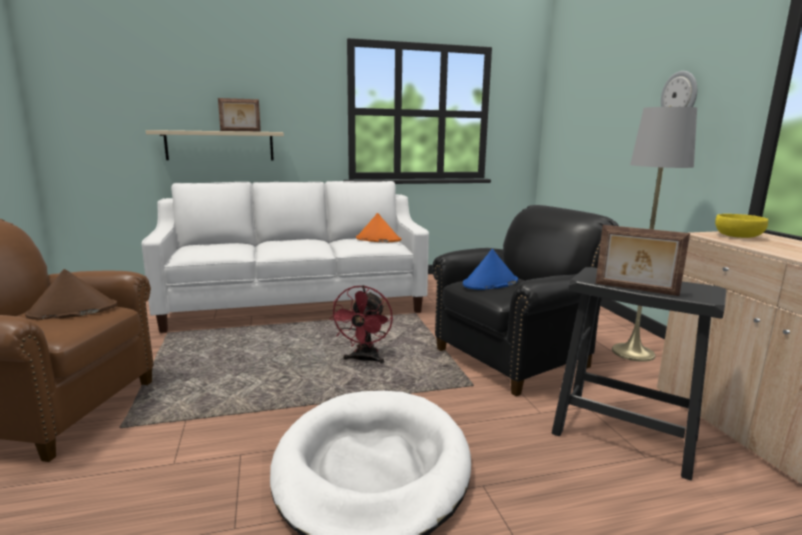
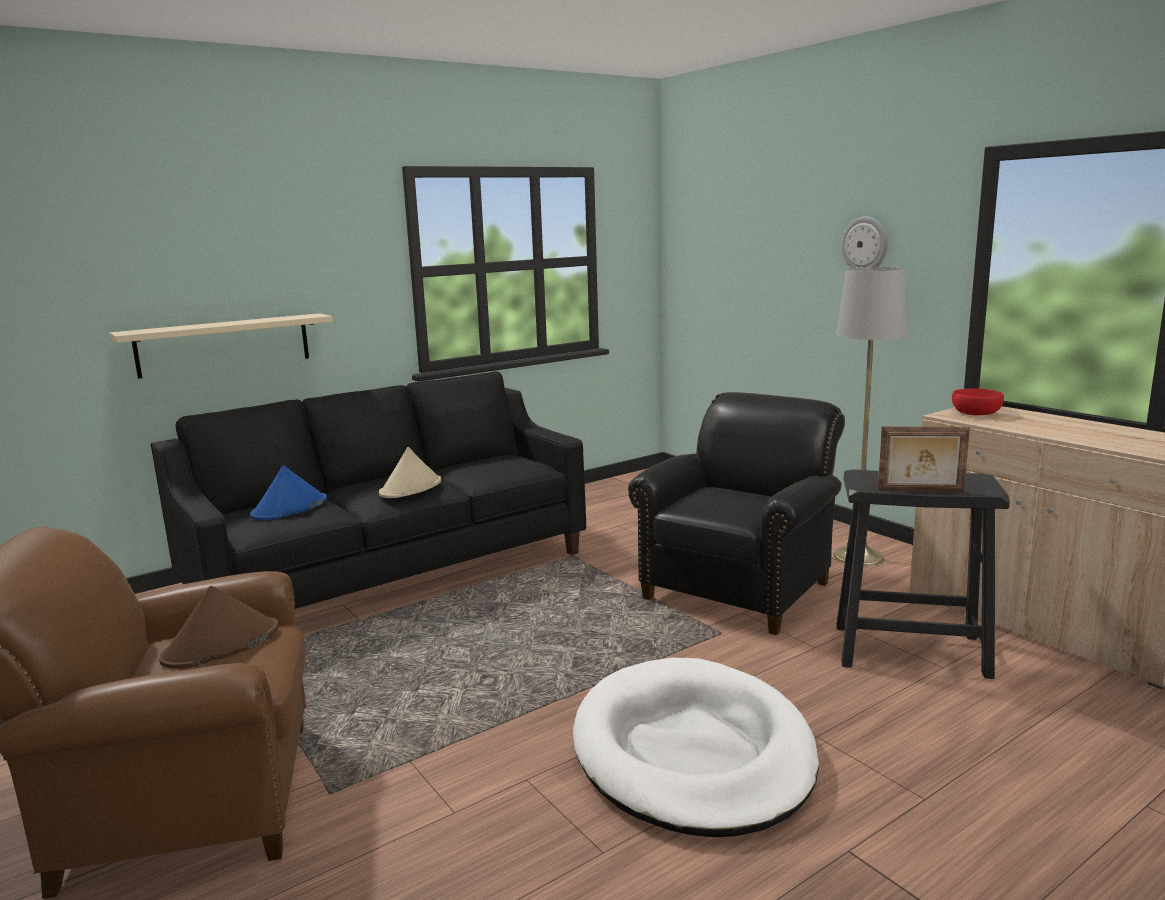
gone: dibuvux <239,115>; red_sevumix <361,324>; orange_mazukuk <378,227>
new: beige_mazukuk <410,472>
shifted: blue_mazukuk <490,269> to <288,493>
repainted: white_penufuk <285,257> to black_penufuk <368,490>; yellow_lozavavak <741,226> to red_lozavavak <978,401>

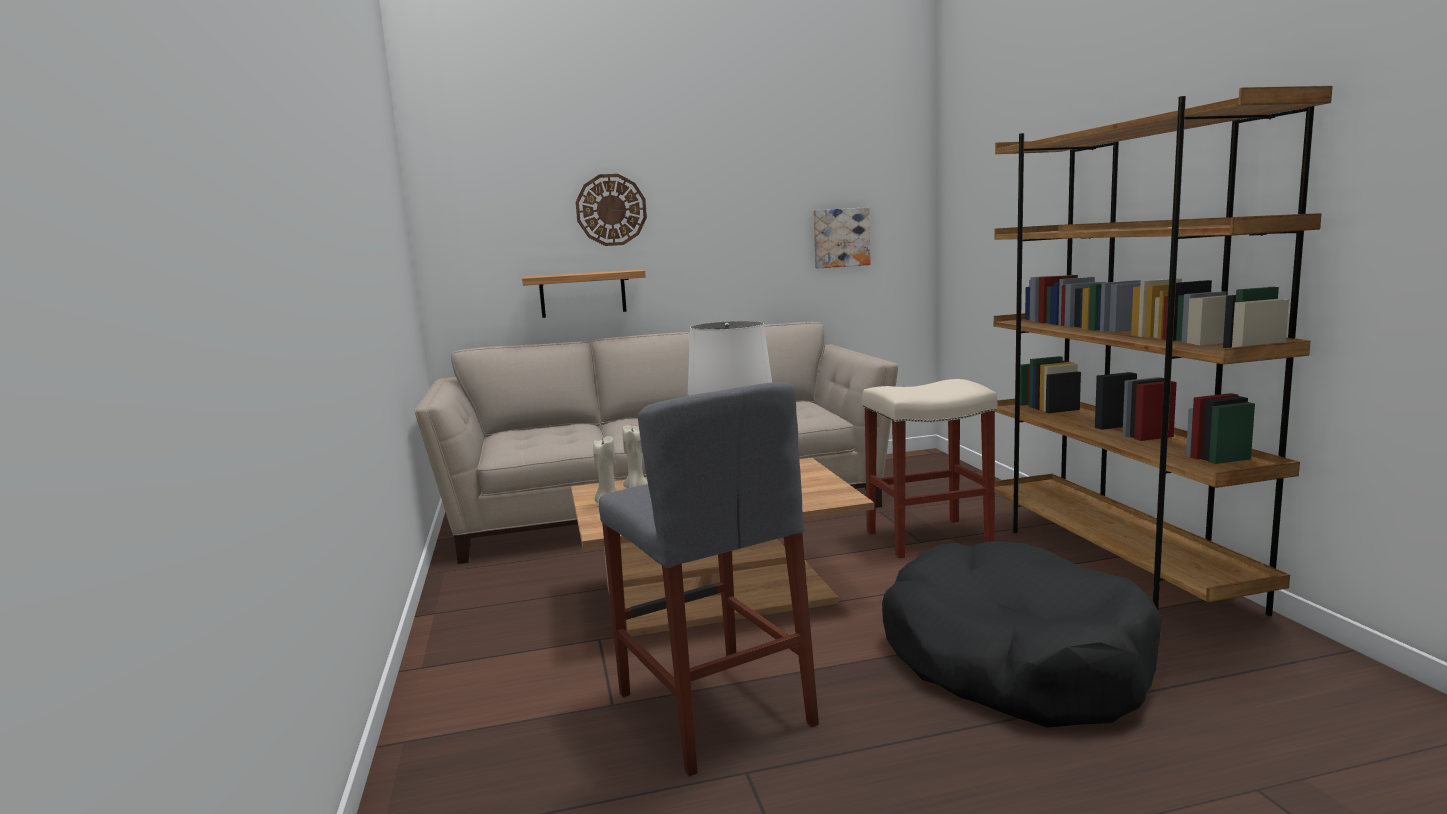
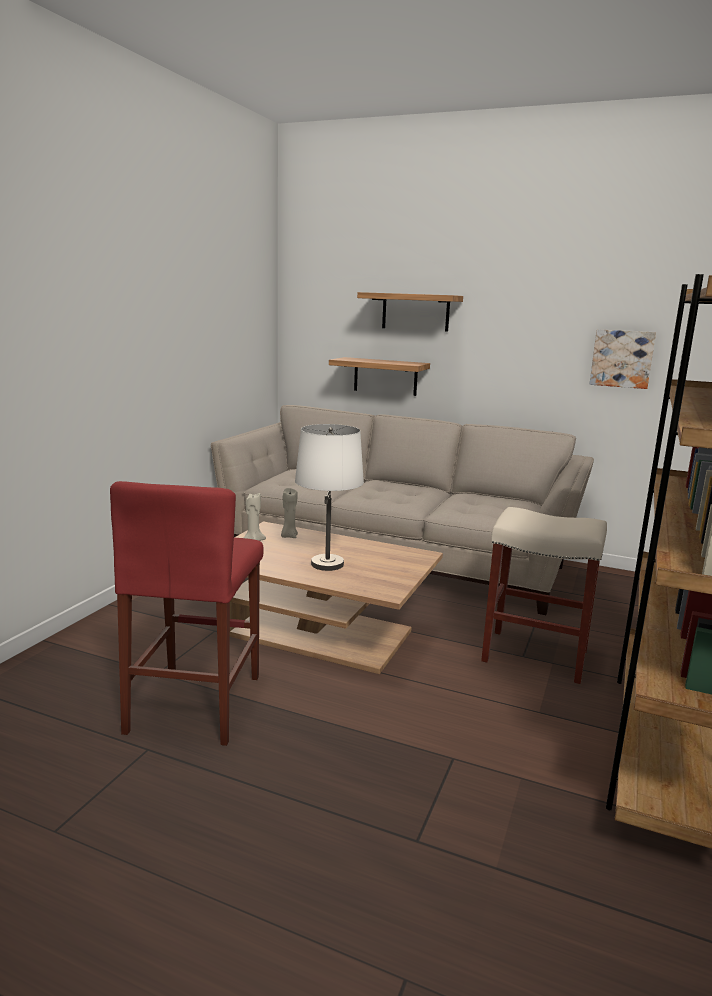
gone: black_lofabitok <1022,634>
swapped: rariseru <611,210> to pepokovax <410,312>
repainted: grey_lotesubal <709,579> to red_lotesubal <187,613>

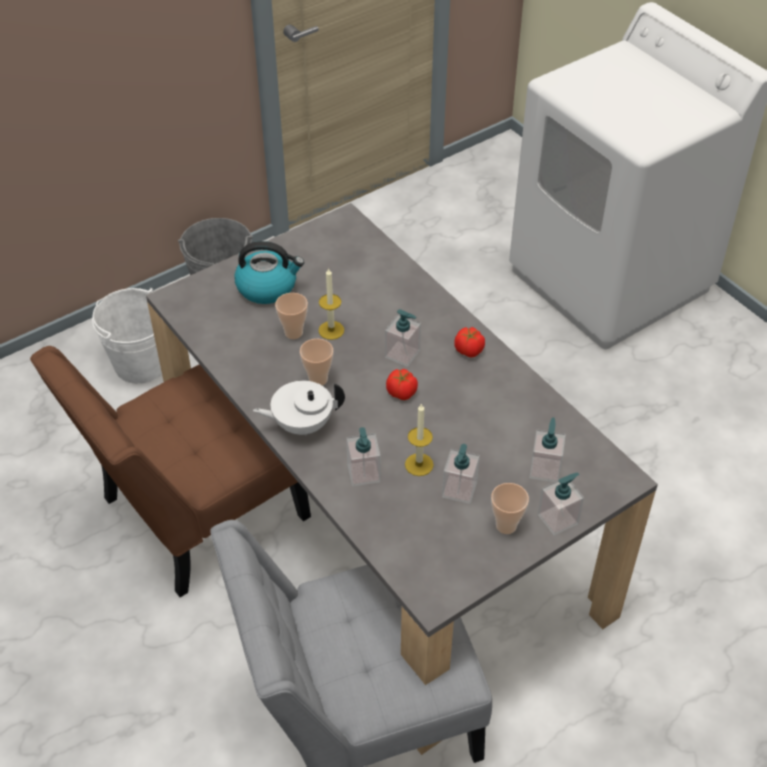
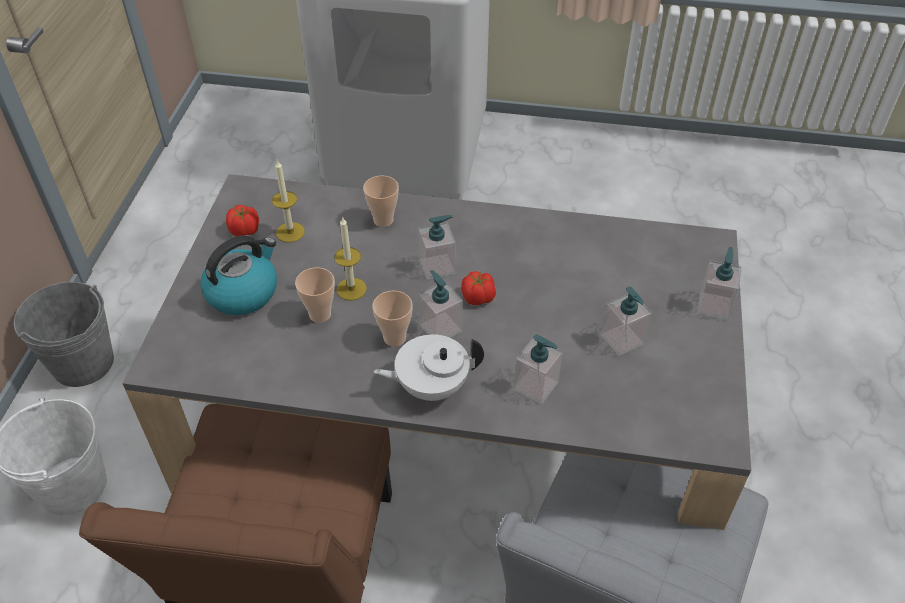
shifted: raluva <419,439> to <288,201>; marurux <469,342> to <242,220>; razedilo <510,508> to <381,201>; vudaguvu <547,449> to <440,304>
rotated: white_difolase <299,408> = <429,367> 45 degrees clockwise

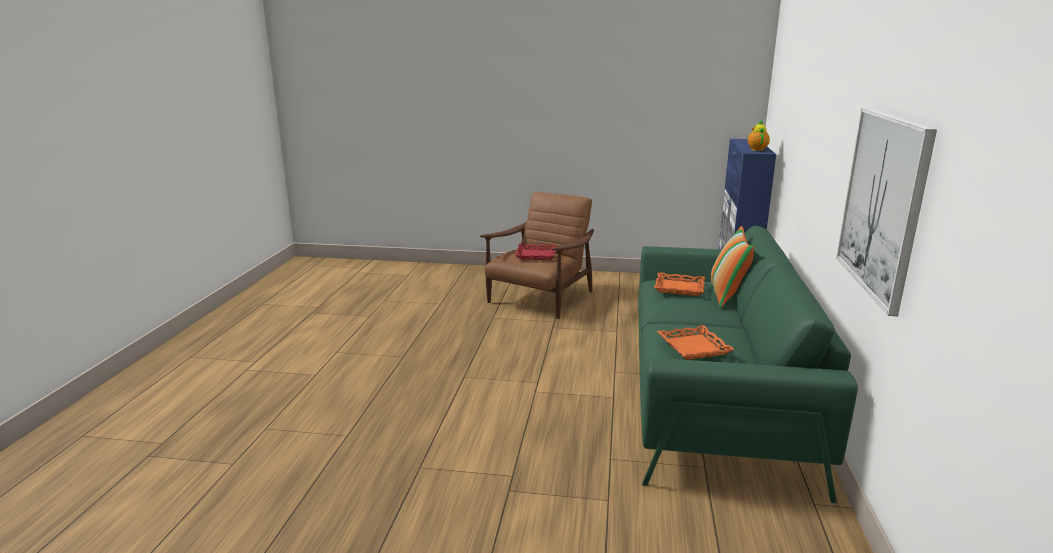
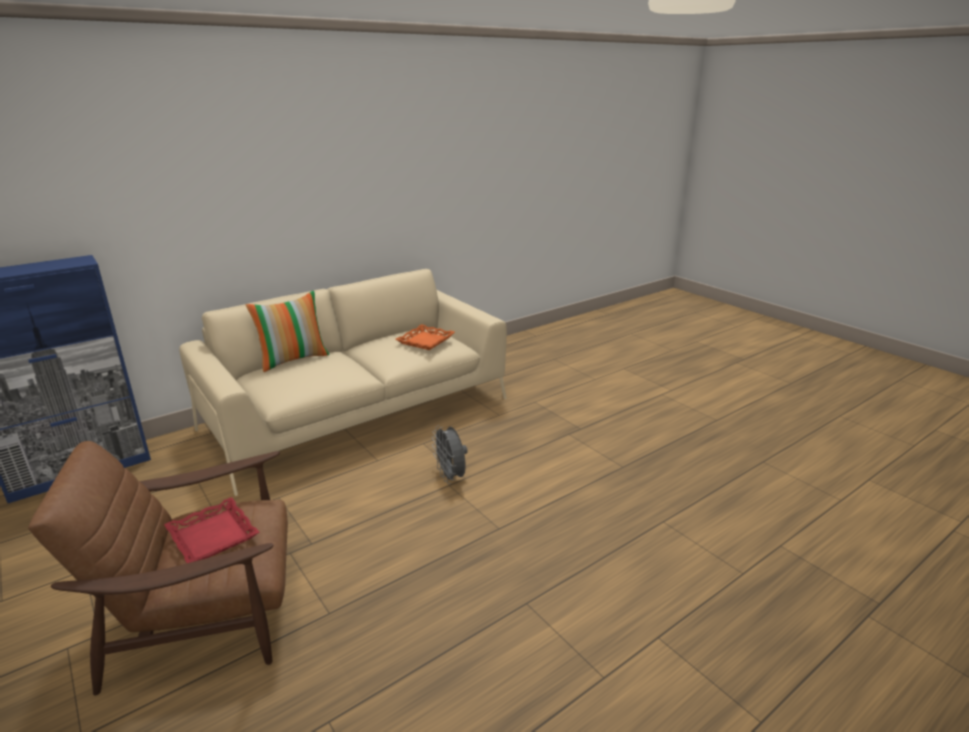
gone: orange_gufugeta <679,284>; difolase <759,135>; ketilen <886,212>
new: grey_sevumix <450,454>
repainted: green_penufuk <748,364> to beige_penufuk <343,382>

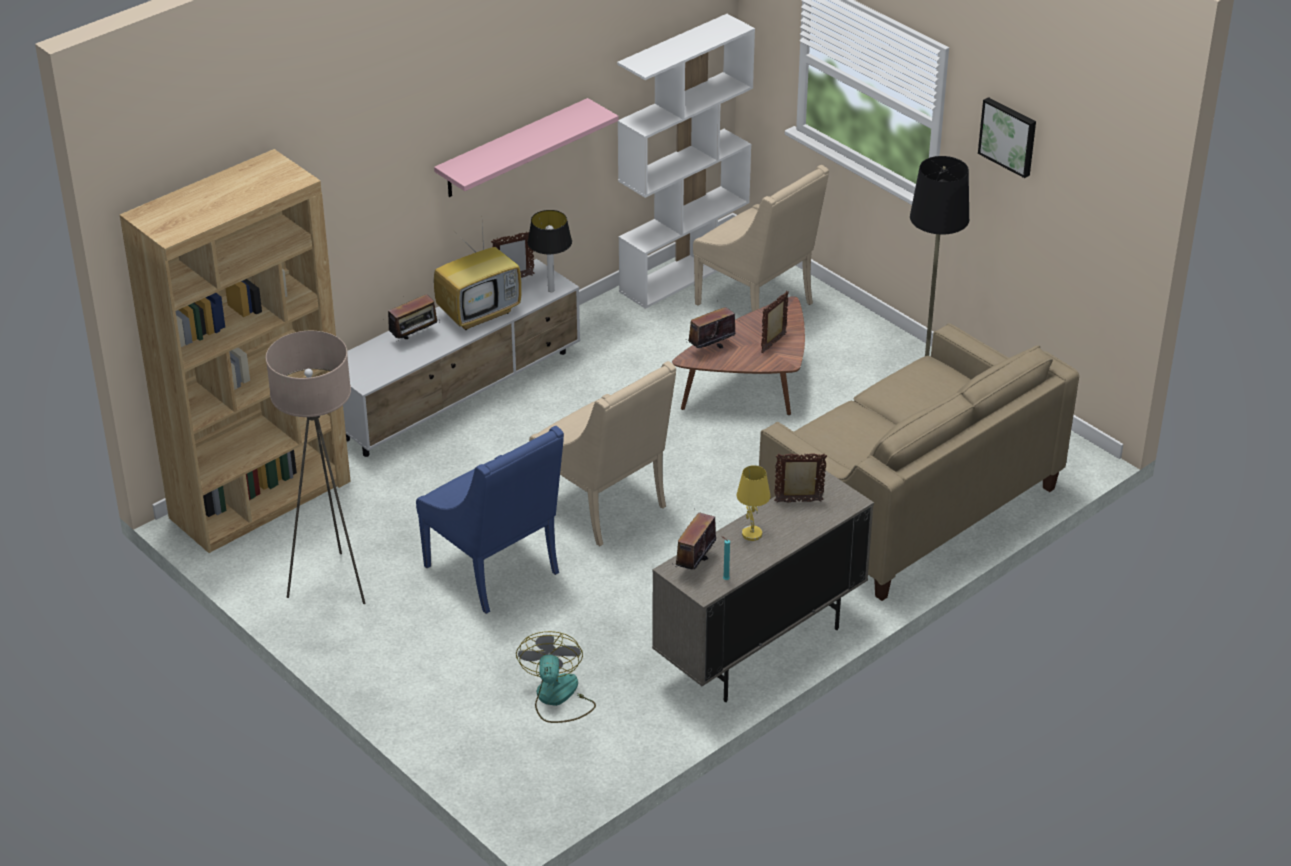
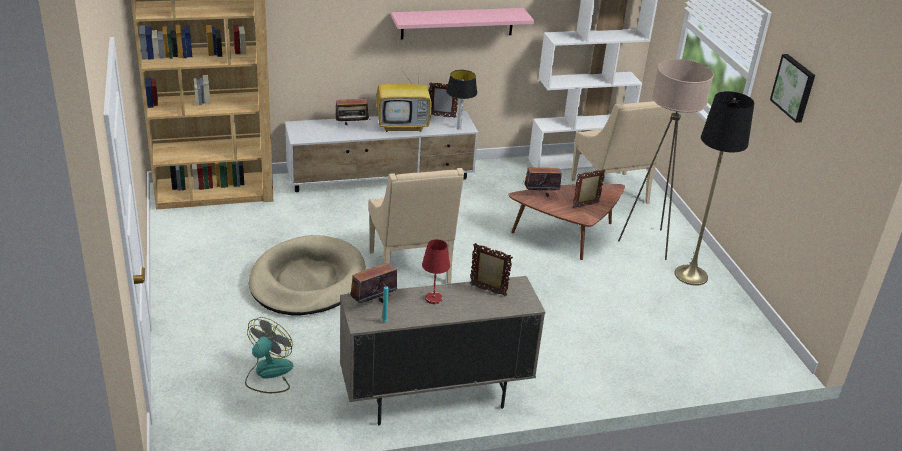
gone: beige_penufuk <919,462>
shifted: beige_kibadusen <315,467> to <666,159>
swapped: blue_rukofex <490,520> to beige_lofabitok <307,275>
repainted: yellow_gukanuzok <754,503> to red_gukanuzok <436,271>

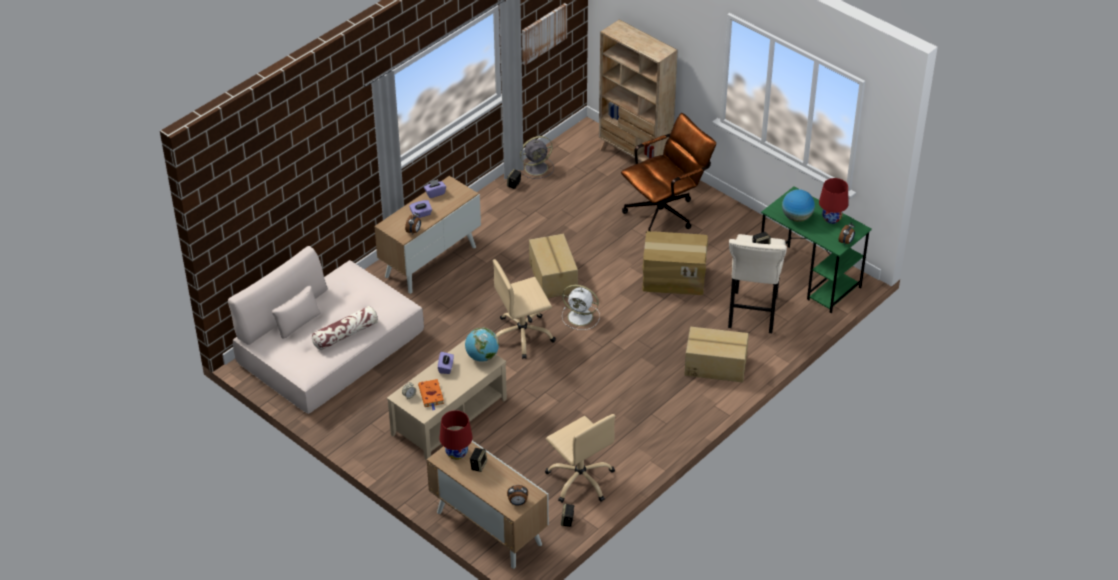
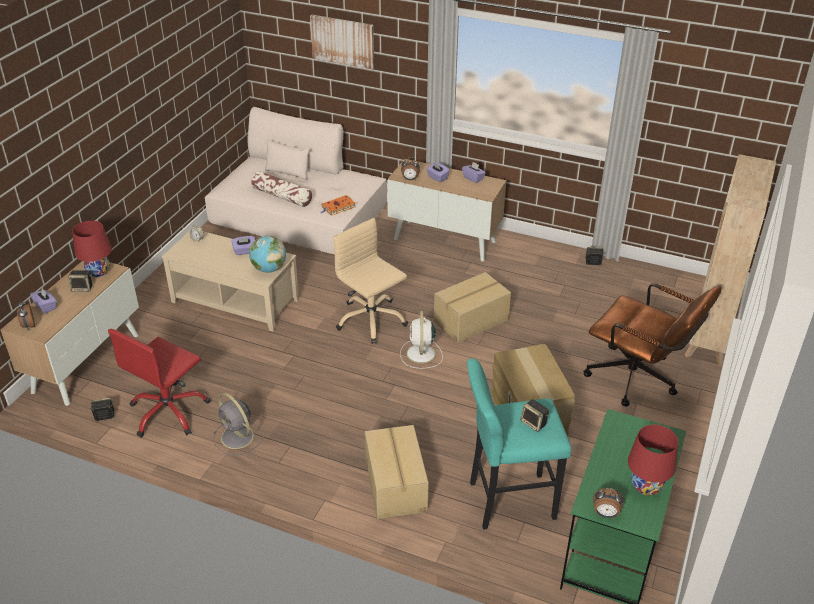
gone: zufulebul <798,205>
new: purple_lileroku <43,301>
shifted: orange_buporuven <431,394> to <338,205>; grey_sevumix <536,157> to <238,424>; ketilen <544,34> to <342,42>
repainted: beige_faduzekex <580,458> to red_faduzekex <159,383>; beige_lotesubal <757,283> to turquoise_lotesubal <519,444>

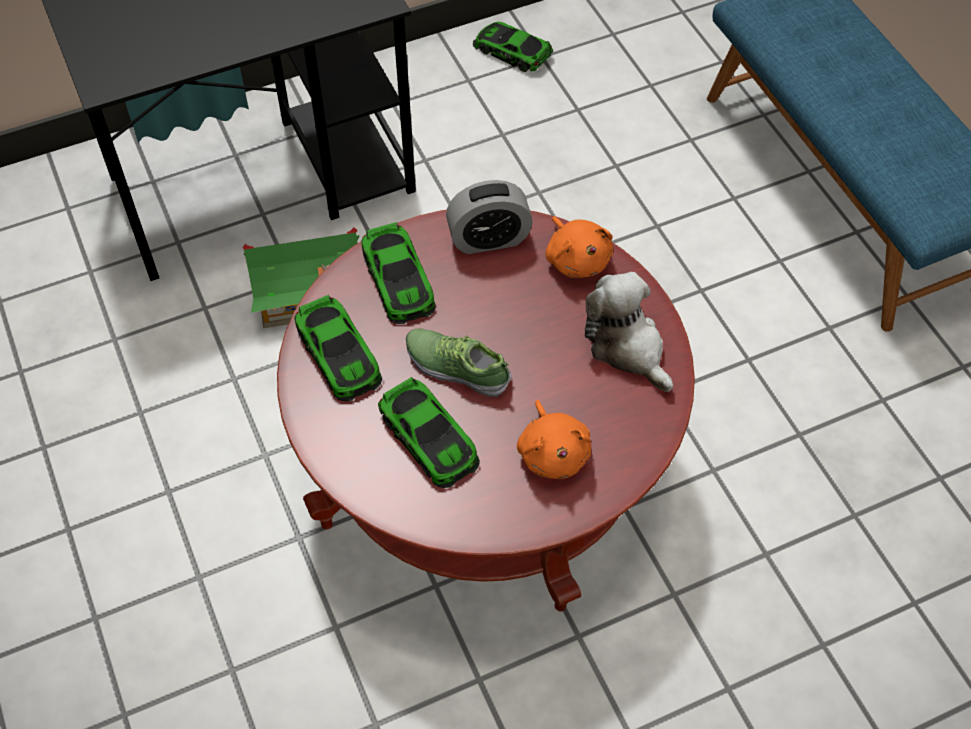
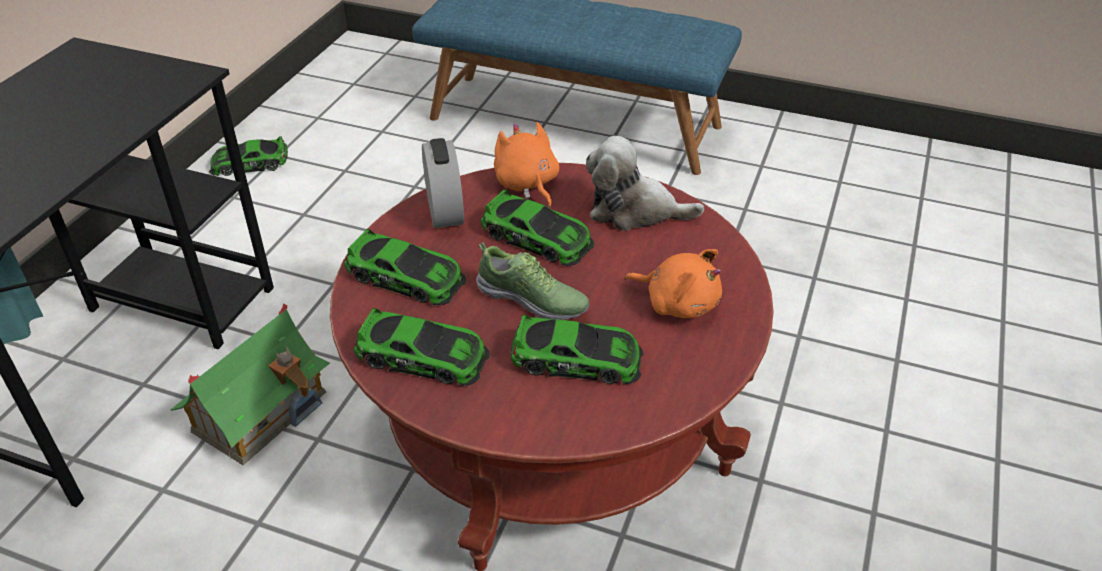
new: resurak <537,227>
rotated: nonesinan <458,363> = <533,281> 135 degrees counterclockwise; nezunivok <489,217> = <443,183> 45 degrees counterclockwise; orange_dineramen <579,247> = <526,165> 135 degrees counterclockwise

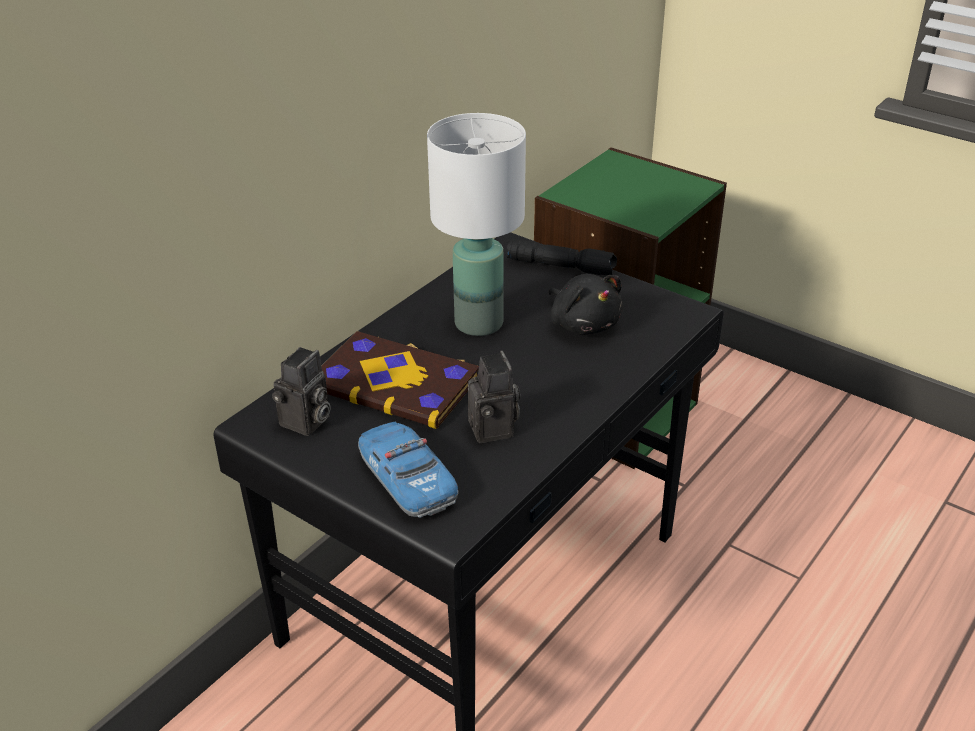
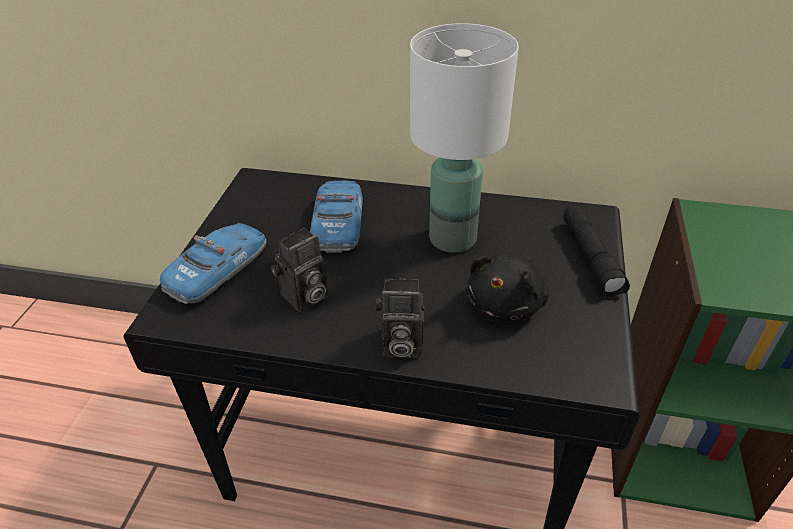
shifted: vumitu <301,391> to <400,318>
swapped: buporuven <400,380> to resurak <336,217>

